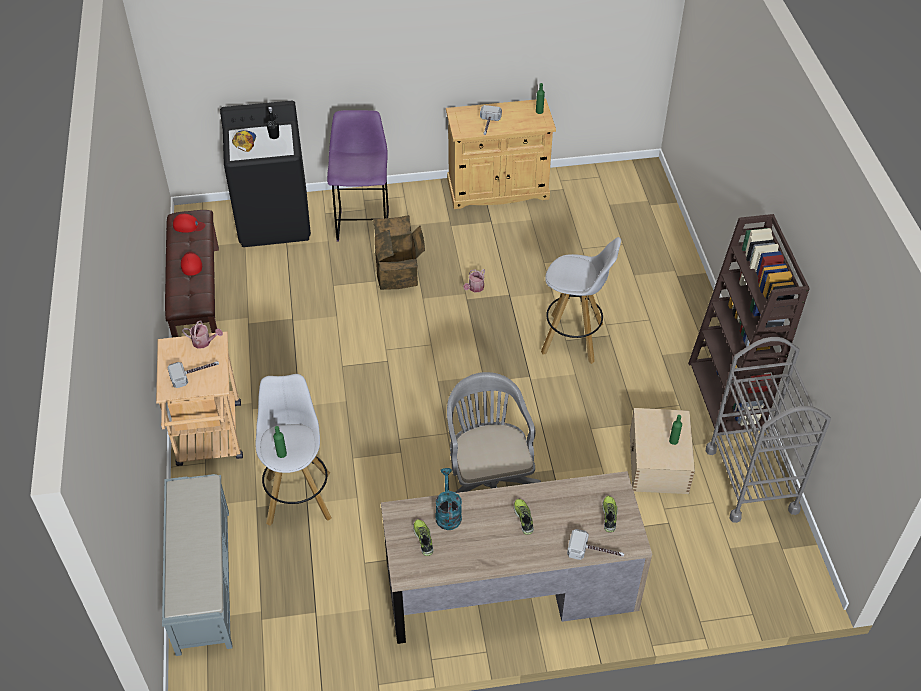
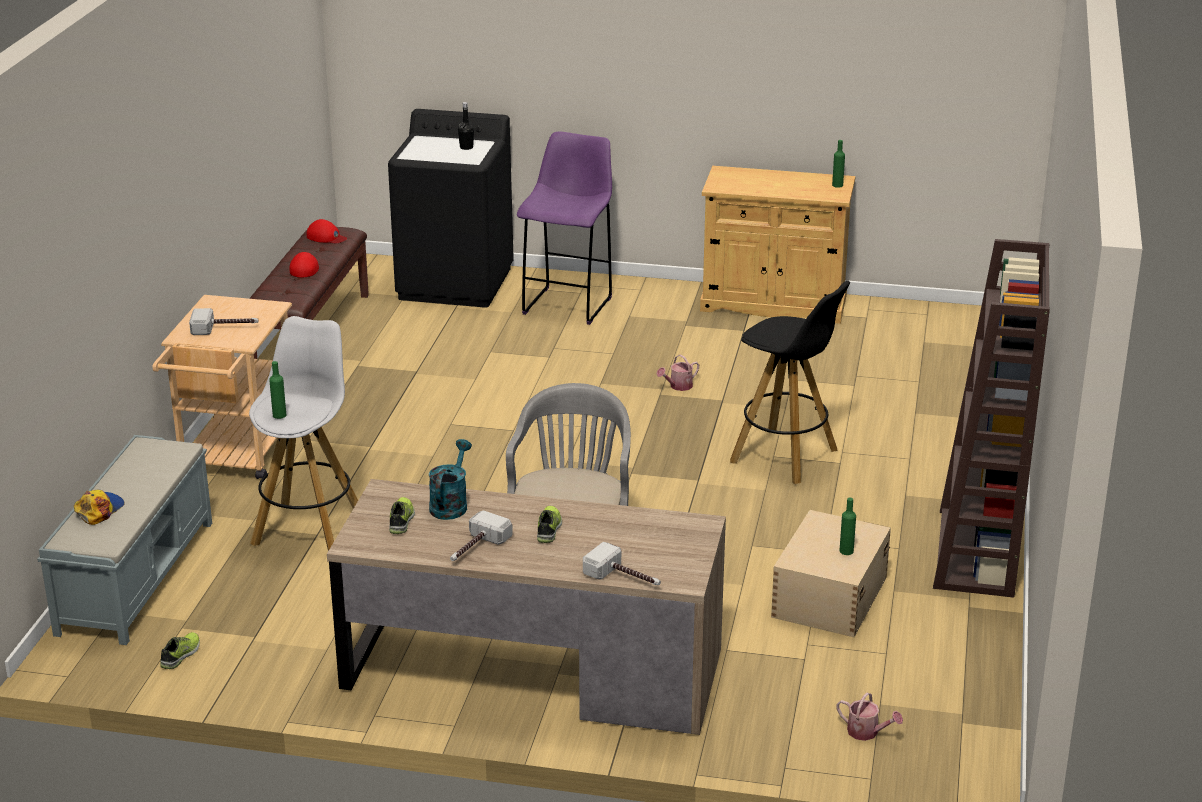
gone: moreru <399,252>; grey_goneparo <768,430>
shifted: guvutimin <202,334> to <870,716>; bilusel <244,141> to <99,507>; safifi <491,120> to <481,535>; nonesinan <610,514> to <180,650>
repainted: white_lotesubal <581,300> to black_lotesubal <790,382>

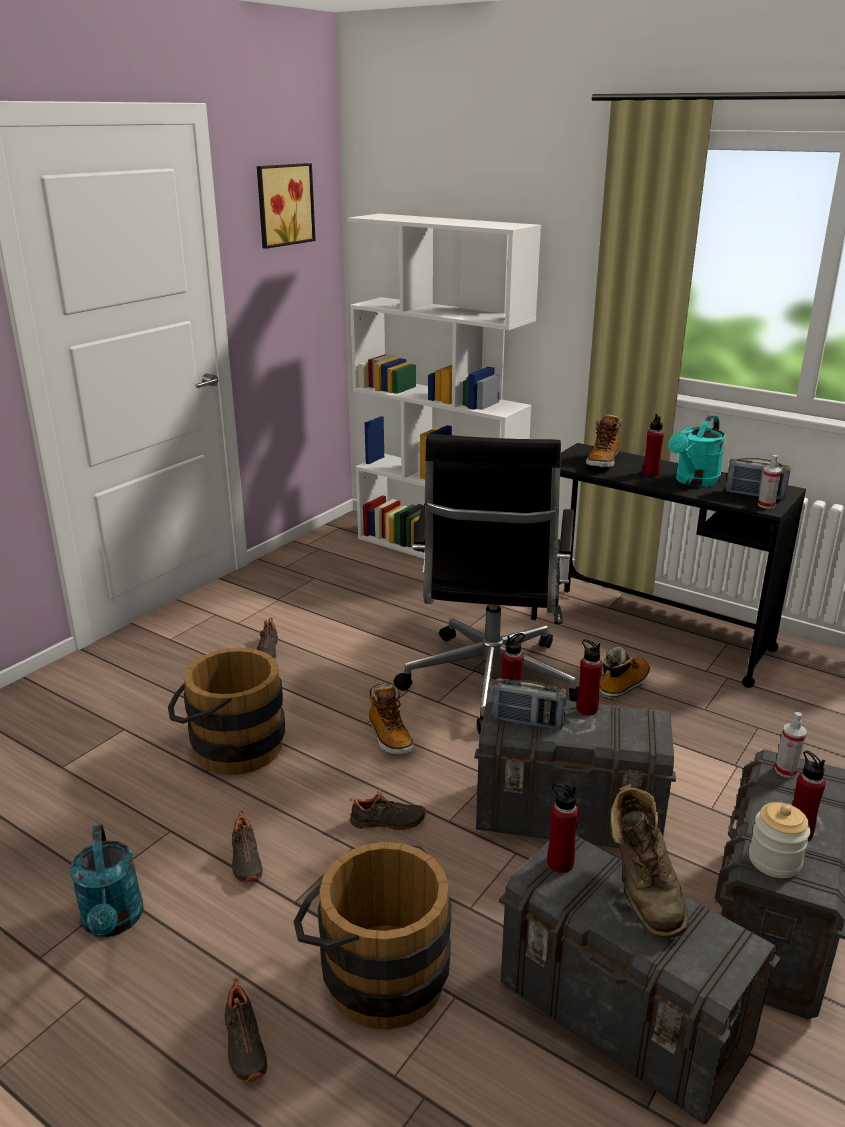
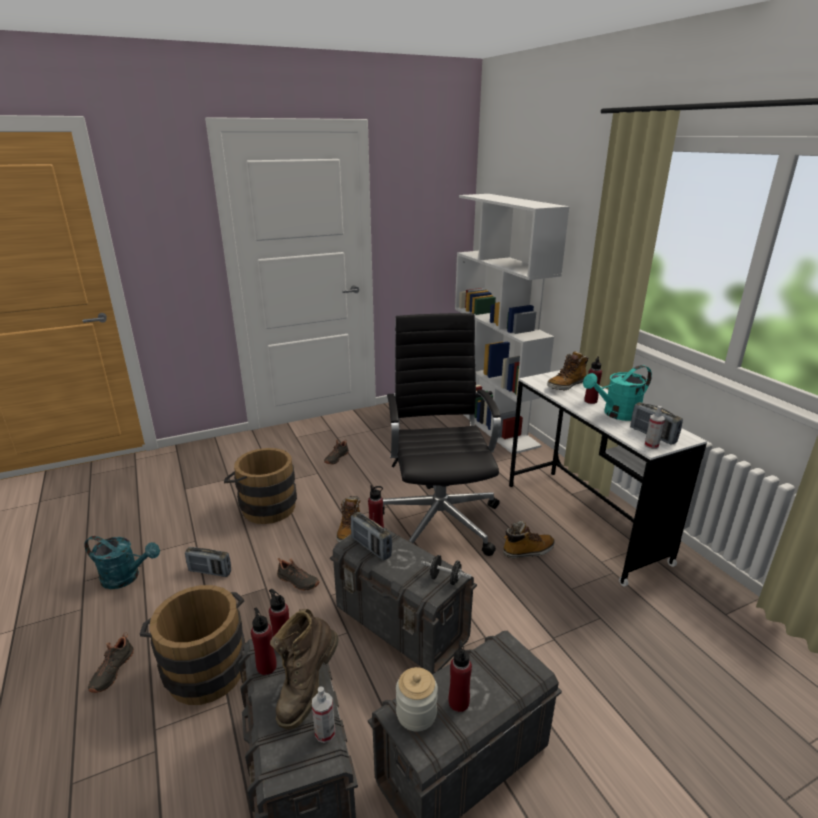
gone: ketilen <286,206>
new: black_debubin <446,570>
shifted: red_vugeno <589,677> to <264,641>; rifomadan <791,745> to <323,714>
swapped: black_nonesinan <247,846> to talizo <208,562>
repainted: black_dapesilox <668,565> to white_dapesilox <608,478>
rotated: turquoise_guvutimin <107,880> = <122,562> 90 degrees counterclockwise; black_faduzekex <486,584> = <442,434> 135 degrees clockwise

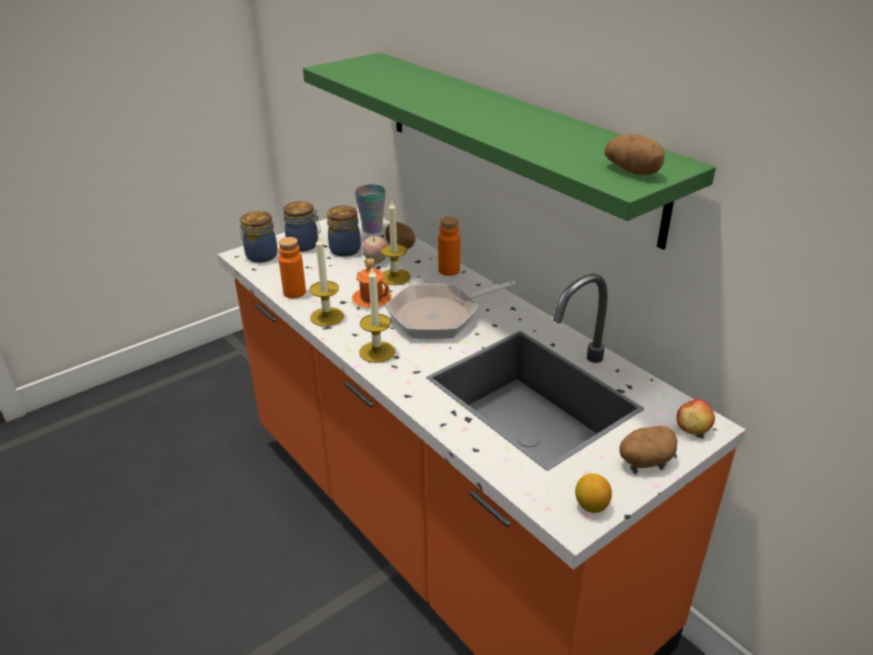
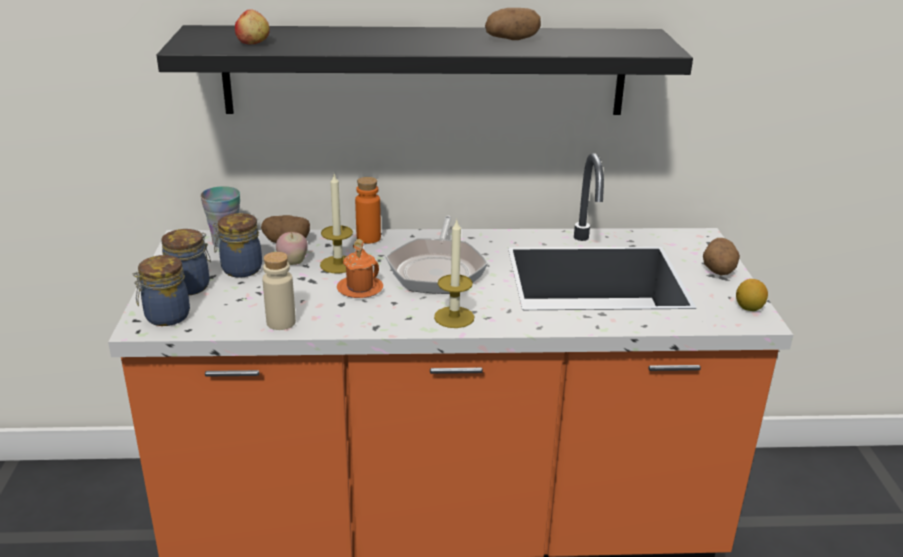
gone: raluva <326,280>
shifted: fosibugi <635,154> to <513,24>; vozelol <695,417> to <252,26>
repainted: orange_vugeno <292,267> to beige_vugeno <279,291>; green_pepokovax <509,151> to black_pepokovax <425,70>

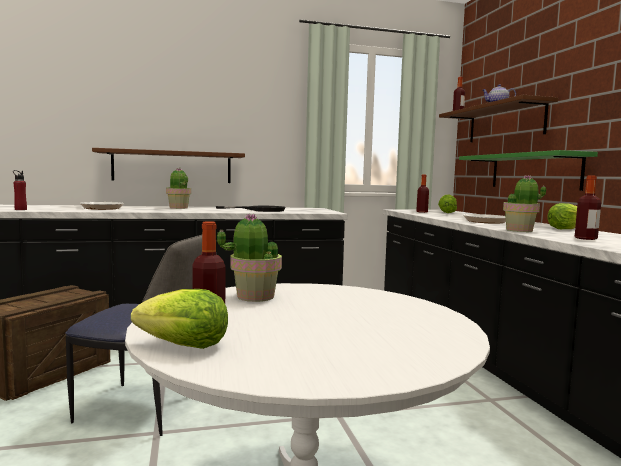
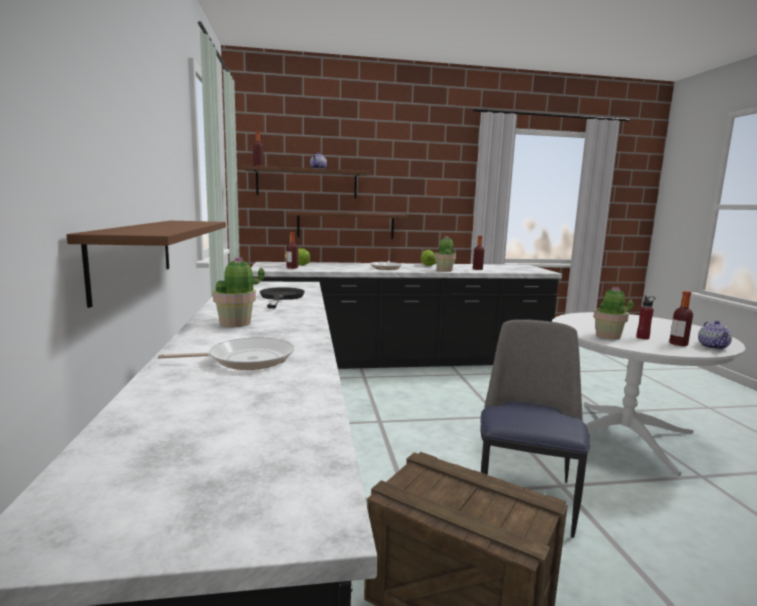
shifted: red_vugeno <20,190> to <645,317>
swapped: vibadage <179,319> to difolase <715,335>
repainted: green_pepokovax <528,170> to brown_pepokovax <348,225>

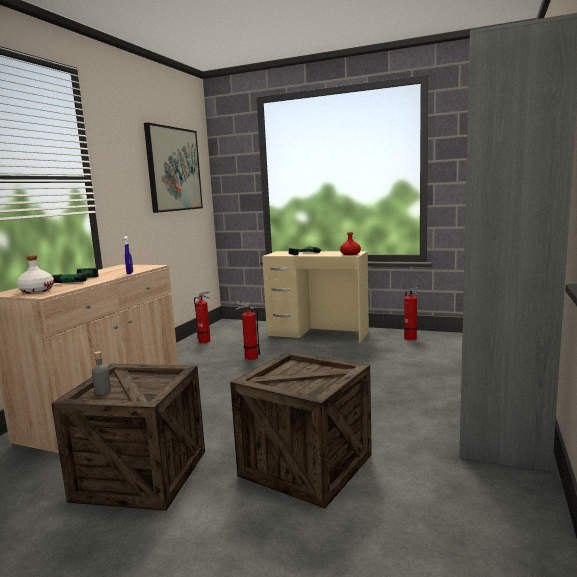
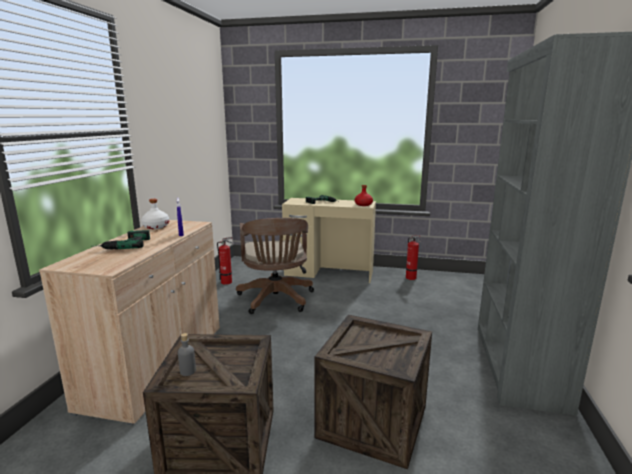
gone: ketilen <173,168>
shifted: white_vugeno <35,274> to <155,214>
swapped: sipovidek <247,330> to brown_faduzekex <275,266>

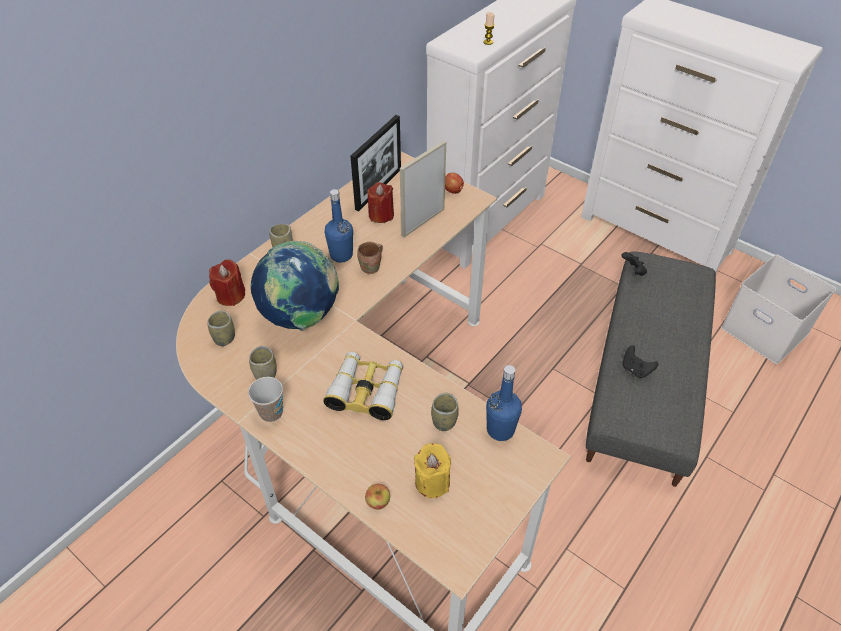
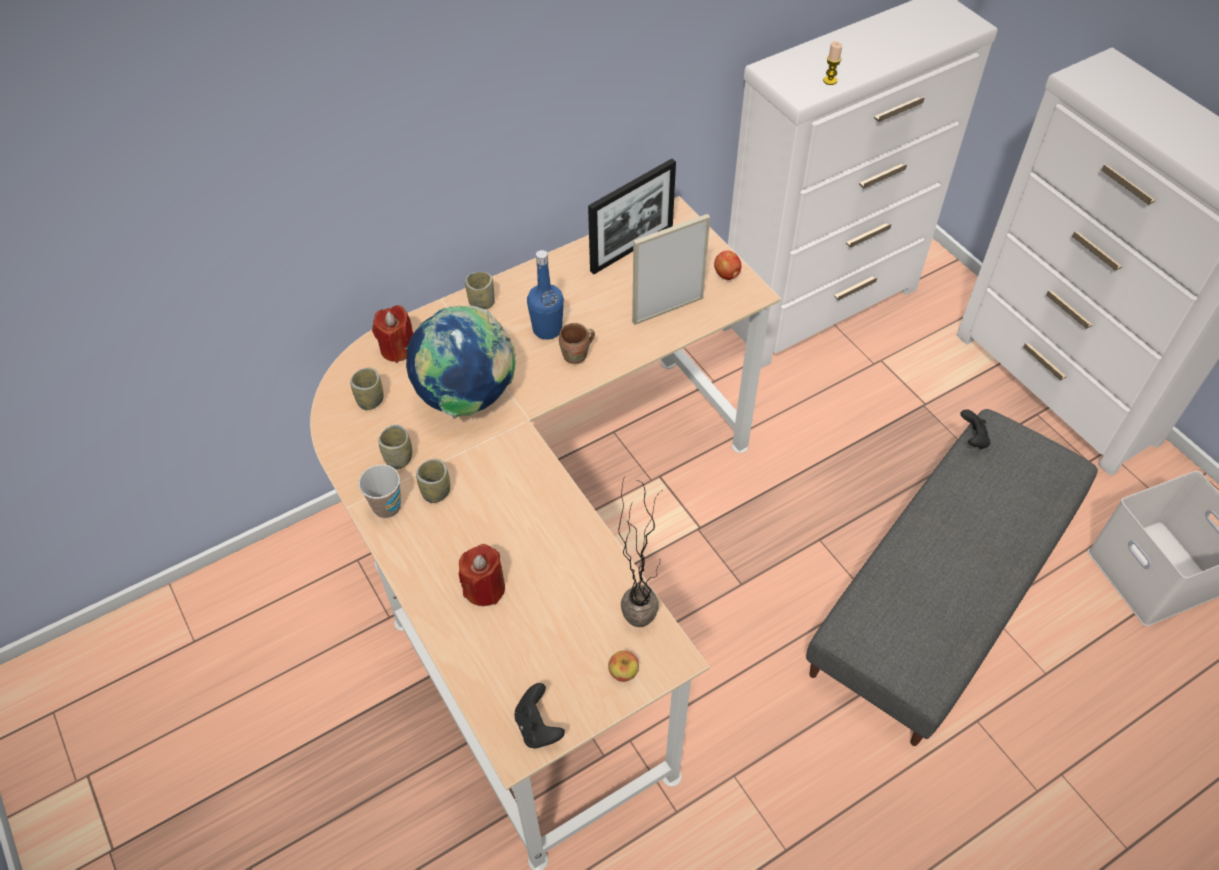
gone: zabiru <363,385>; yellow_raluva <432,470>
shifted: vozelol <377,497> to <623,666>; red_raluva <380,202> to <482,575>; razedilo <445,412> to <433,481>; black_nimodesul <640,362> to <540,715>
swapped: blue_vugeno <504,403> to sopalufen <639,550>

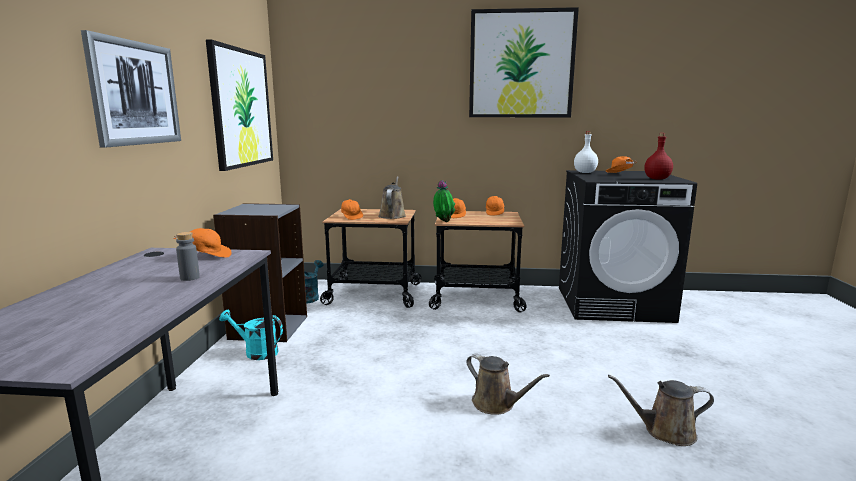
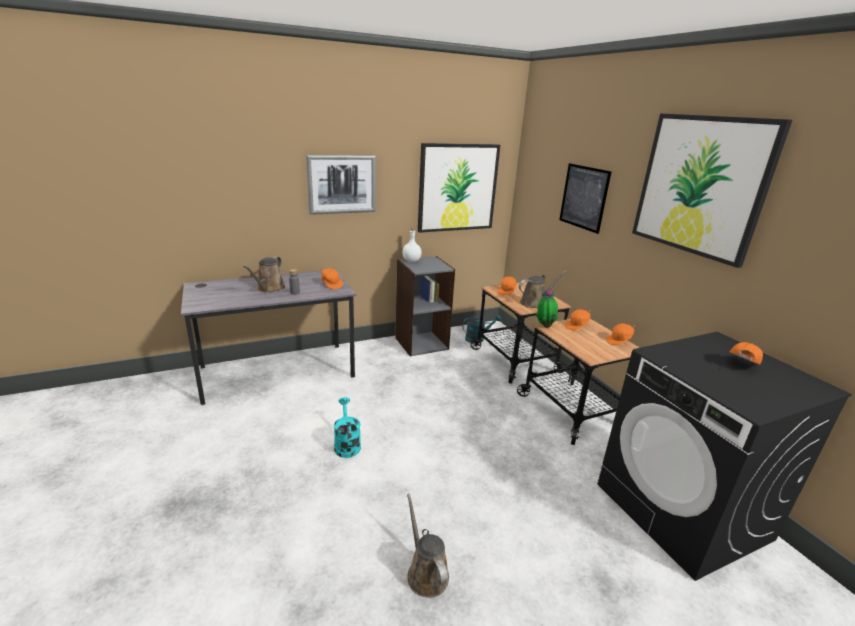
gone: red_vugeno <658,156>
new: ketilen <585,198>
shifted: turquoise_guvutimin <251,335> to <347,427>; brown_guvutimin <508,384> to <264,274>; white_vugeno <586,152> to <412,245>

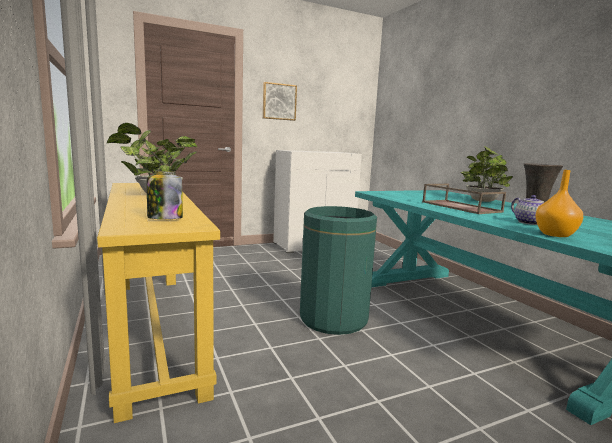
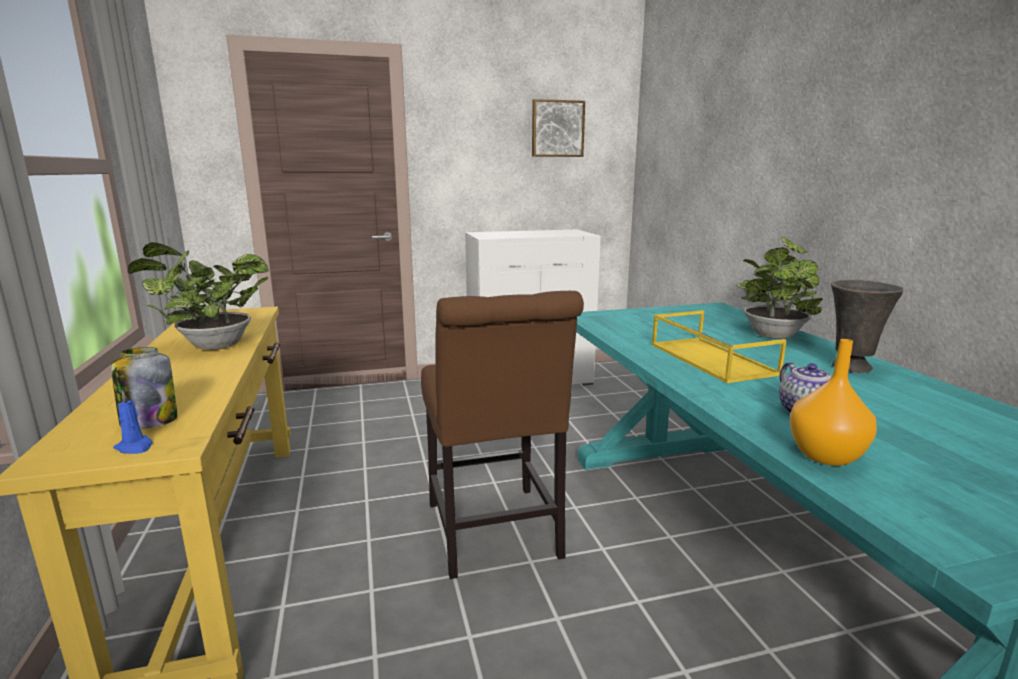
new: blue_raluva <132,422>
shifted: ketilen <280,101> to <558,128>
swapped: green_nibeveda <338,270> to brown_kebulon <502,435>
repainted: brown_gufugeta <464,199> to yellow_gufugeta <719,346>

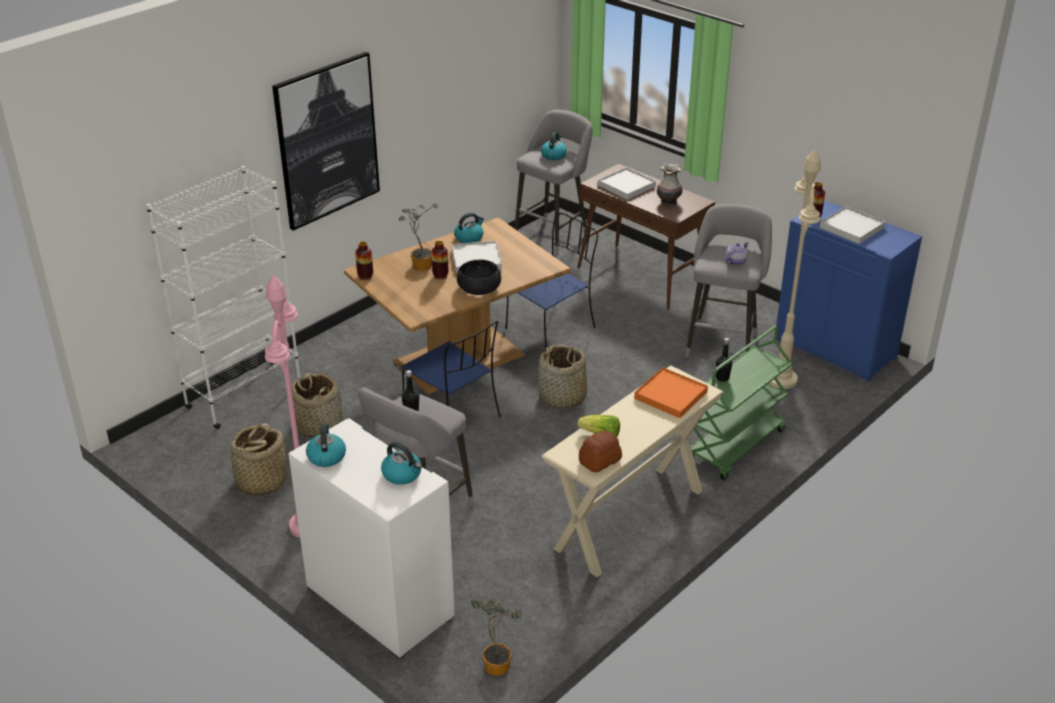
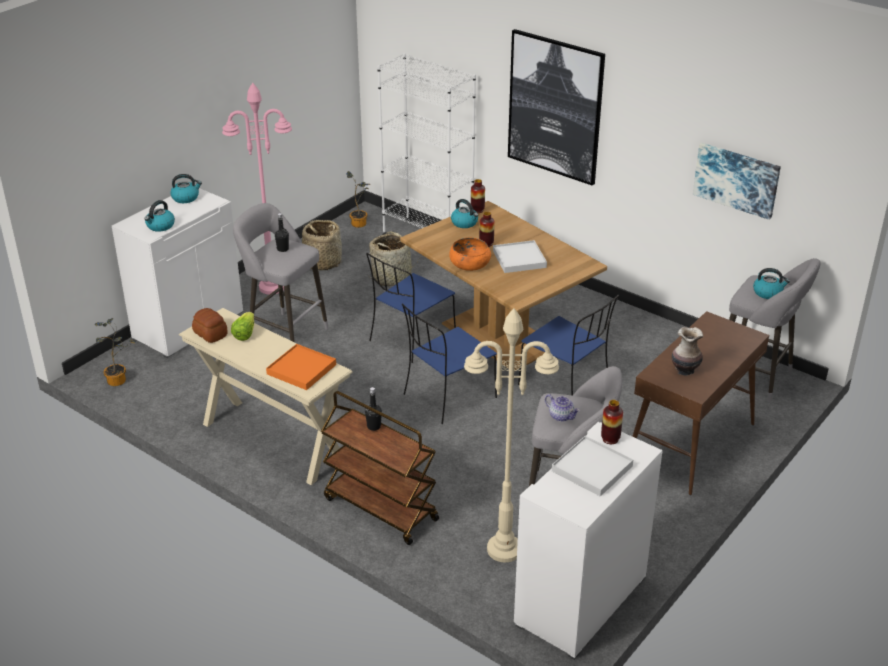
gone: white_gufugeta <627,183>
new: ketilen <737,181>
shifted: sopalufen <418,236> to <358,199>; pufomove <469,228> to <464,213>
swapped: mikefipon <563,377> to blue_kebulon <449,363>
repainted: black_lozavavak <479,277> to orange_lozavavak <470,254>; green_goneparo <741,403> to brown_goneparo <380,468>; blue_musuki <849,290> to white_musuki <588,541>

